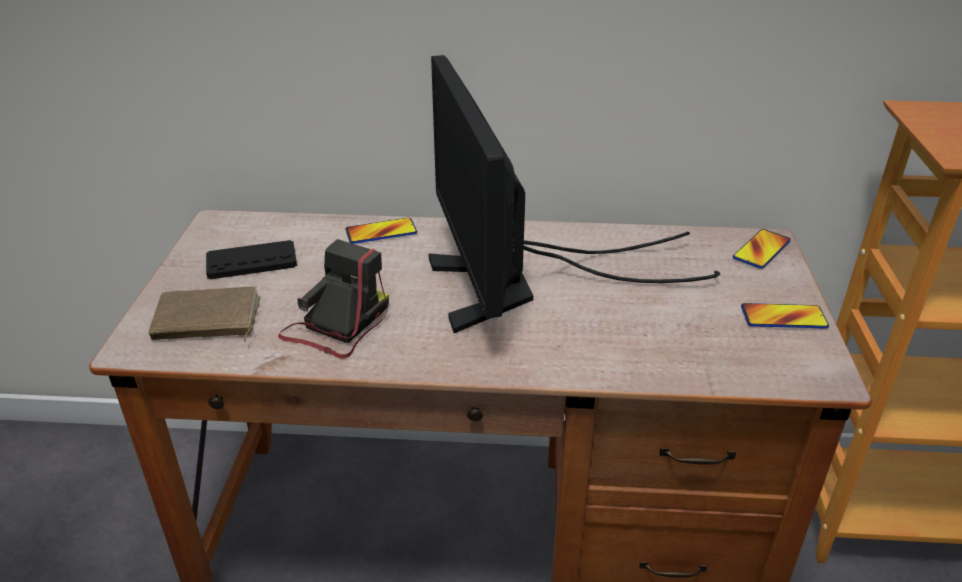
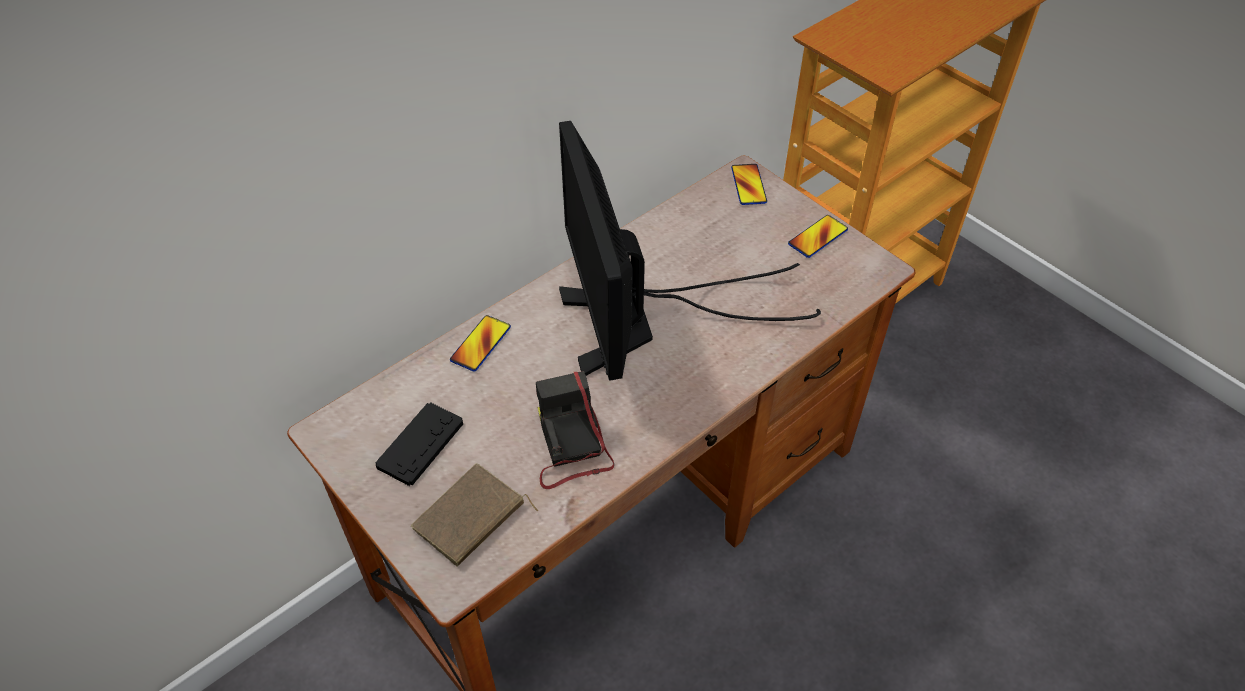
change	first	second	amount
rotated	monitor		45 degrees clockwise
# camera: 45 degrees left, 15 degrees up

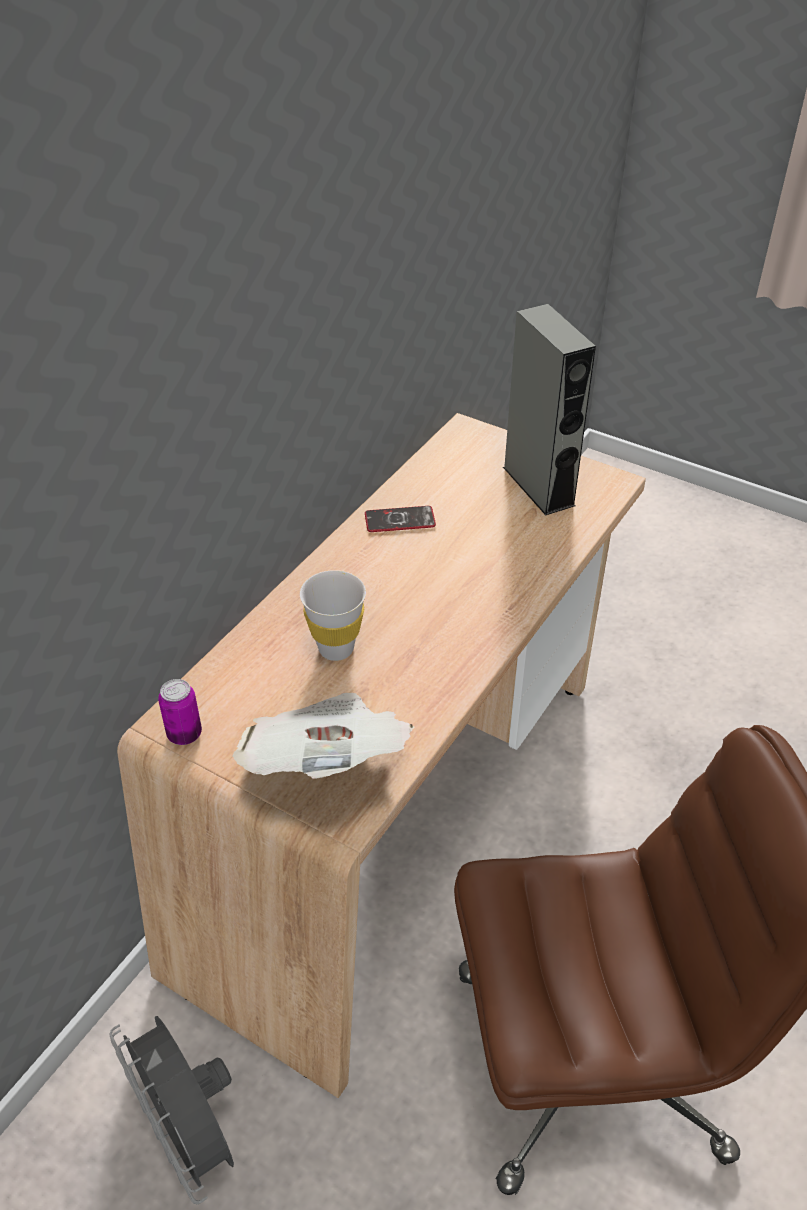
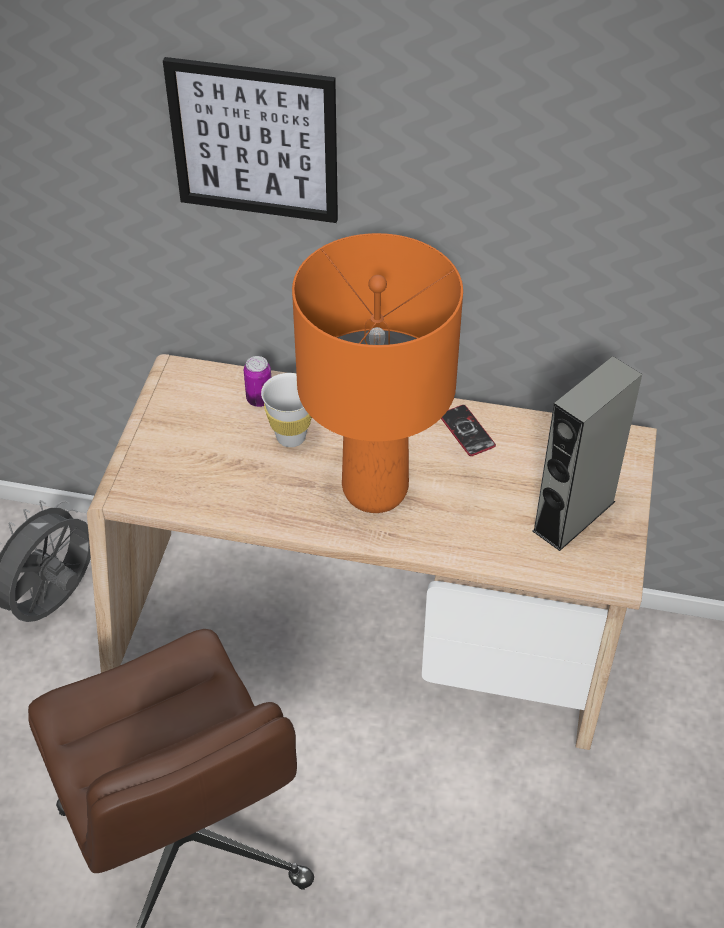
change	first	second	amount
new		picture	
shifted	can		
new		table lamp (orange)	
gone	newspaper		
# camera: 70 degrees right, 5 degrees up

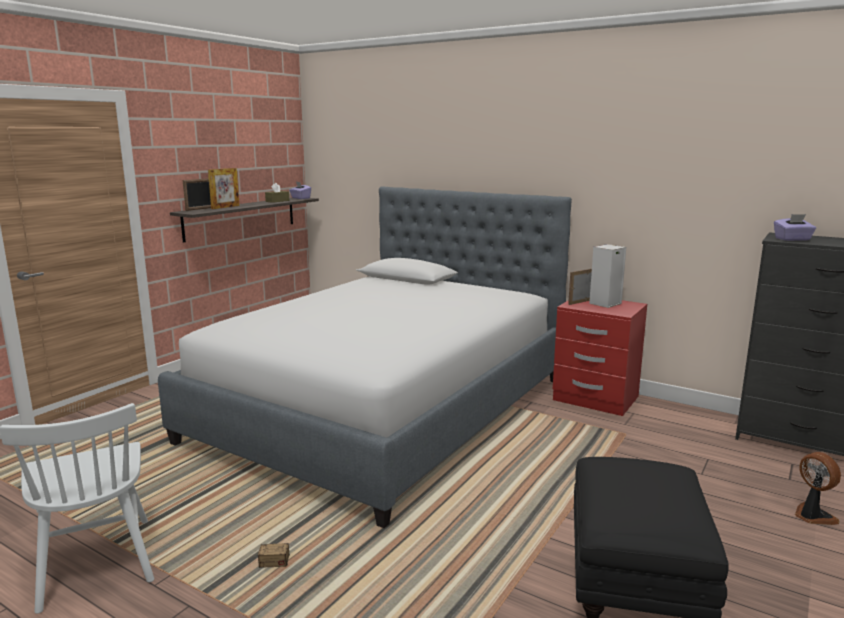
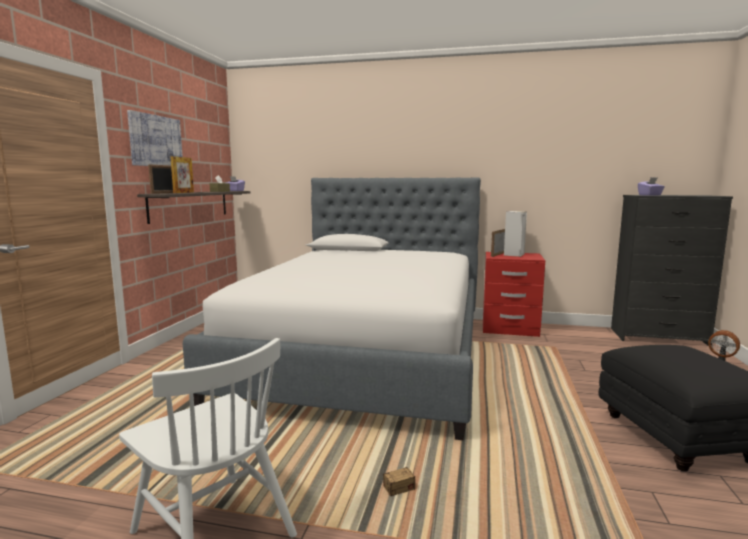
change	first	second	amount
new		picture	
# camera: 20 degrees left, 5 degrees down

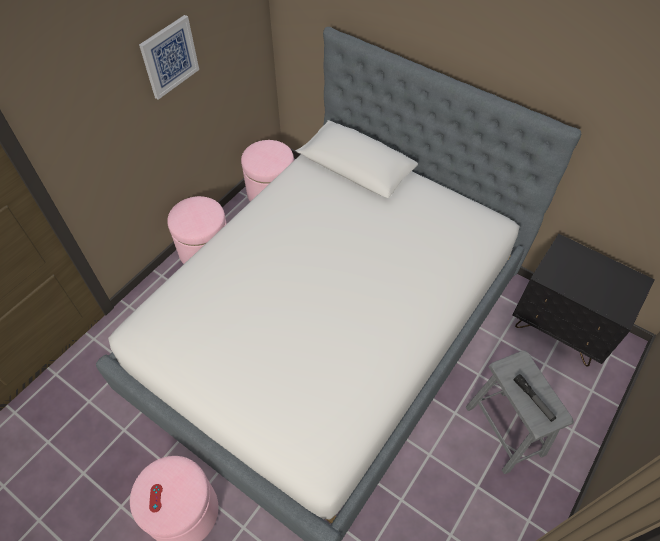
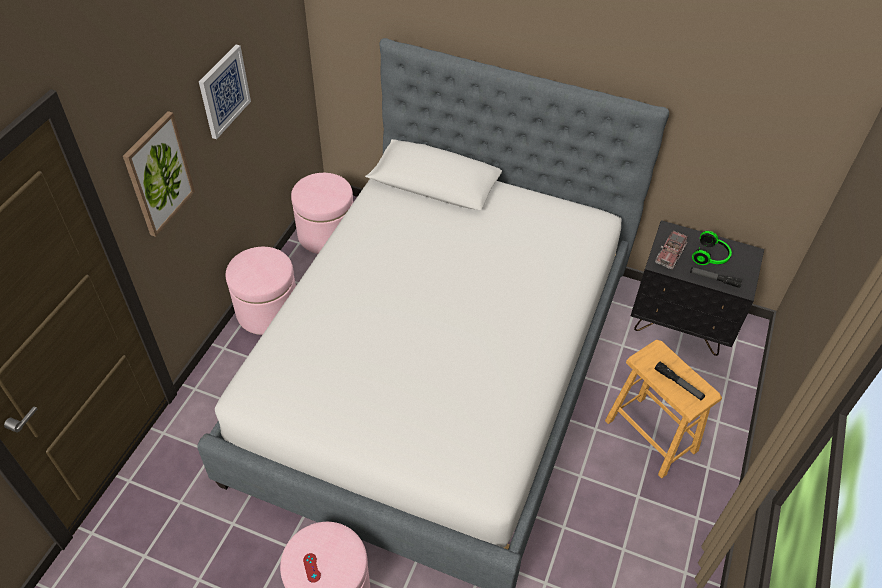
change	first	second	amount
new		picture (no. 1 from left)	
repainted	stool (grey)	stool (brown)	
new		toy truck	
new		flashlight (no. 2 from left)	
new		headphones	
# camera: 15 degrees left, 5 degrees down

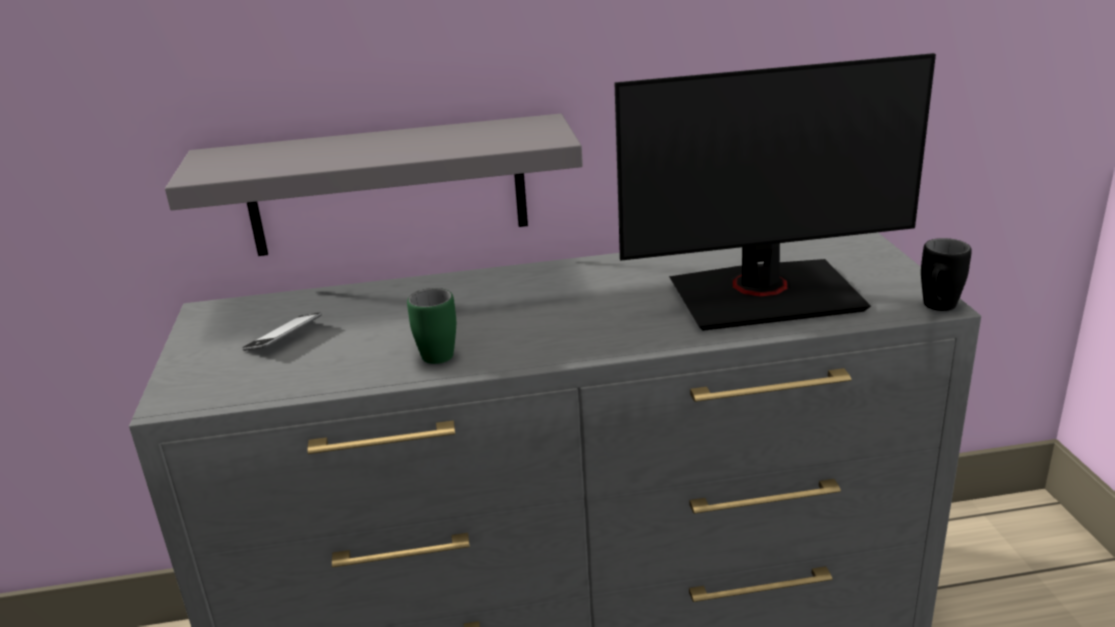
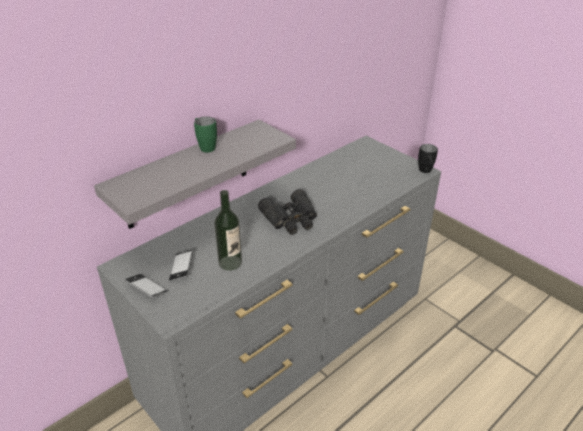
change	first	second	amount
new		phone (no. 1 from left)	
shifted	mug (green)		
new		bottle	
new		binoculars (black)	
gone	monitor		
# camera: 35 degrees left, 10 degrees up

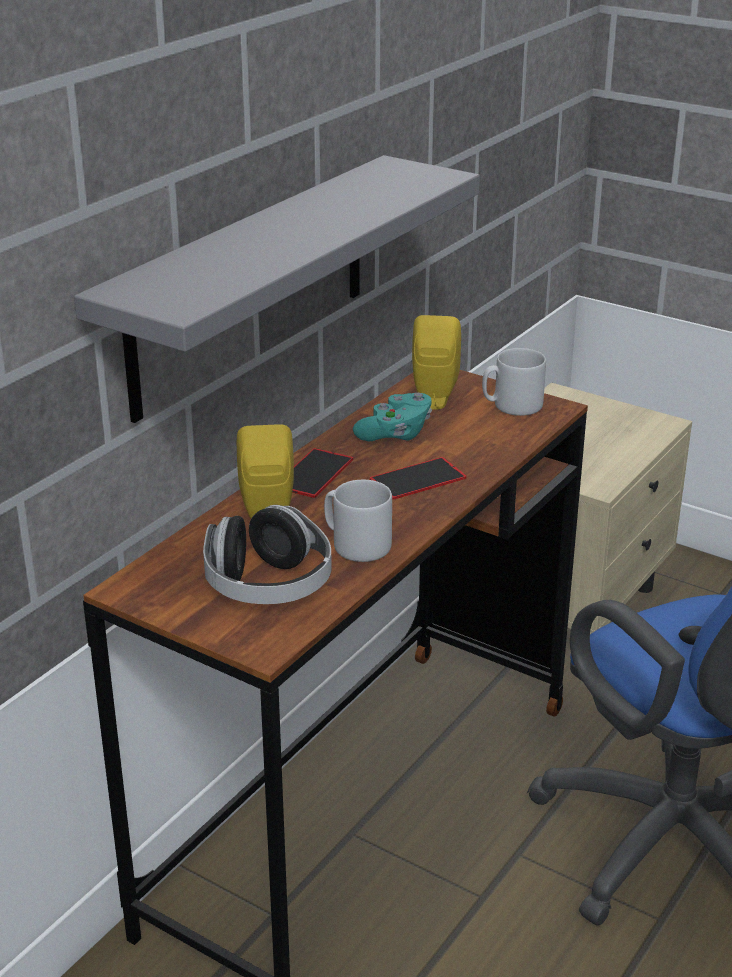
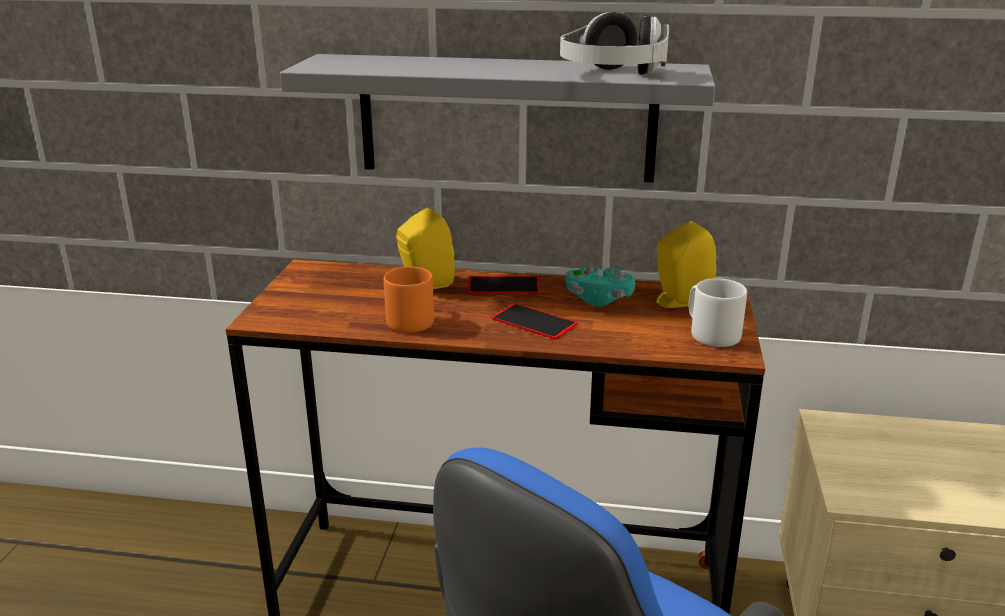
change	first	second	amount
repainted	mug (grey) (no. 1 from left)	mug (orange)	
shifted	headphones		
# camera: 65 degrees right, 5 degrees down

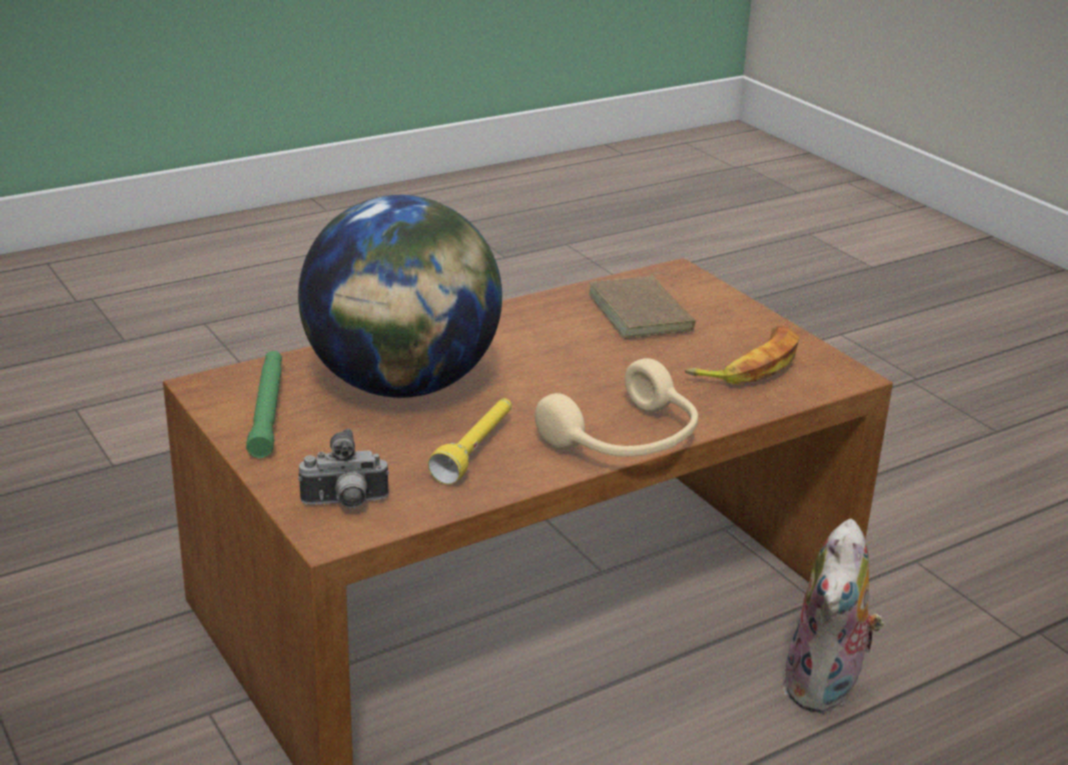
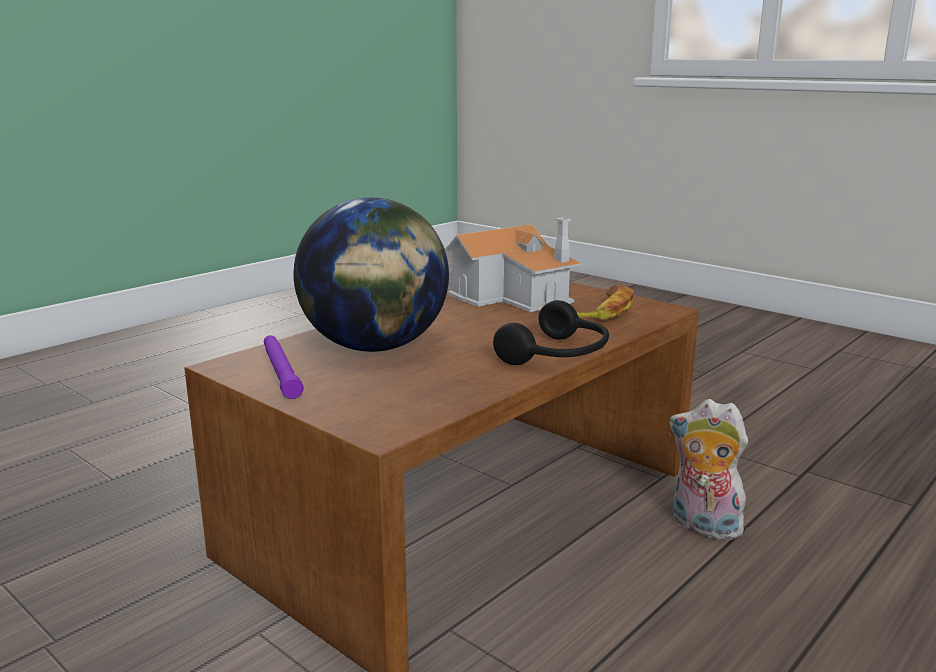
change	first	second	amount
repainted	flashlight (green)	flashlight (purple)	
swapped	book (brown)	toy house	
repainted	headphones (beige)	headphones (black)	
rotated	plush toy		120 degrees clockwise
gone	photo camera		
gone	flashlight (yellow)		
# camera: 15 degrees left, 10 degrees down

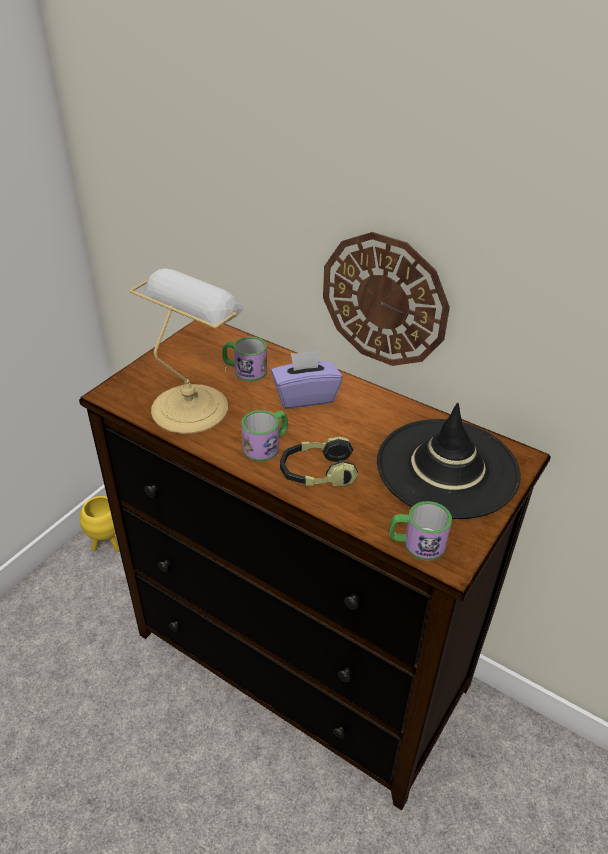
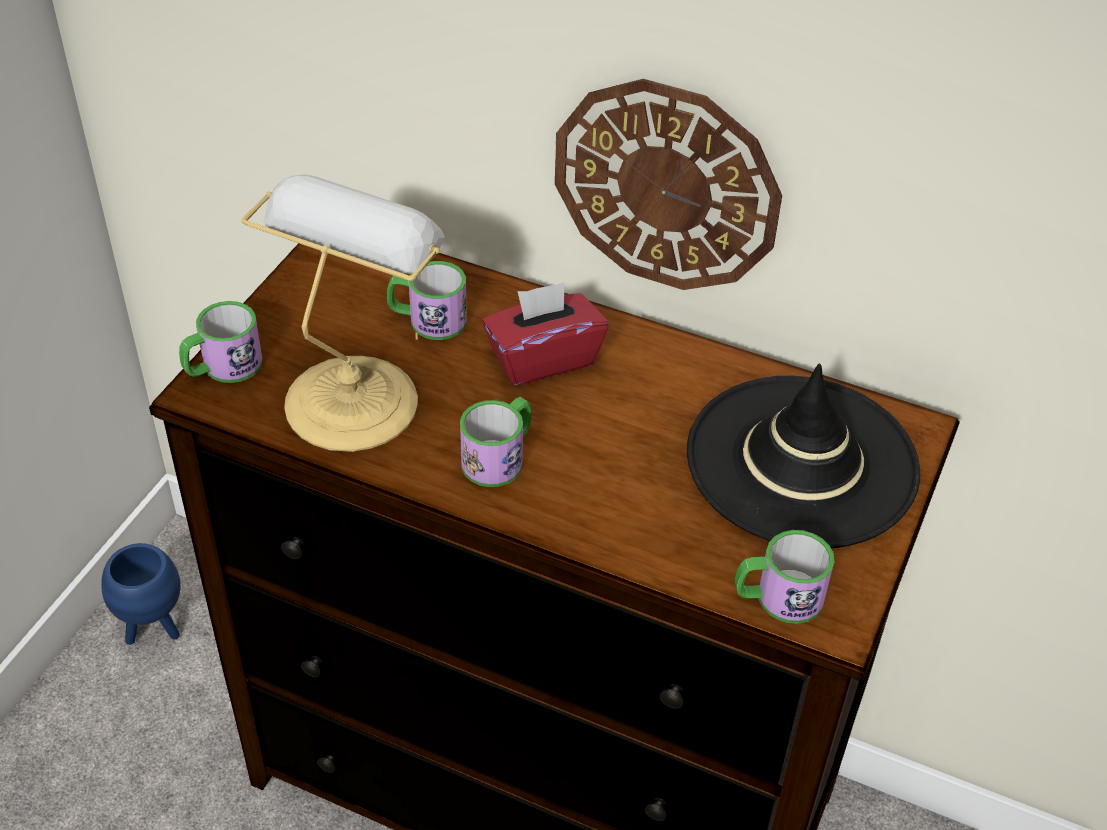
change	first	second	amount
repainted	planter (yellow)	planter (blue)	
new		mug (no. 1 from left)	
repainted	tissue box (purple)	tissue box (red)	
gone	headphones		
# camera: 10 degrees left, 5 degrees up

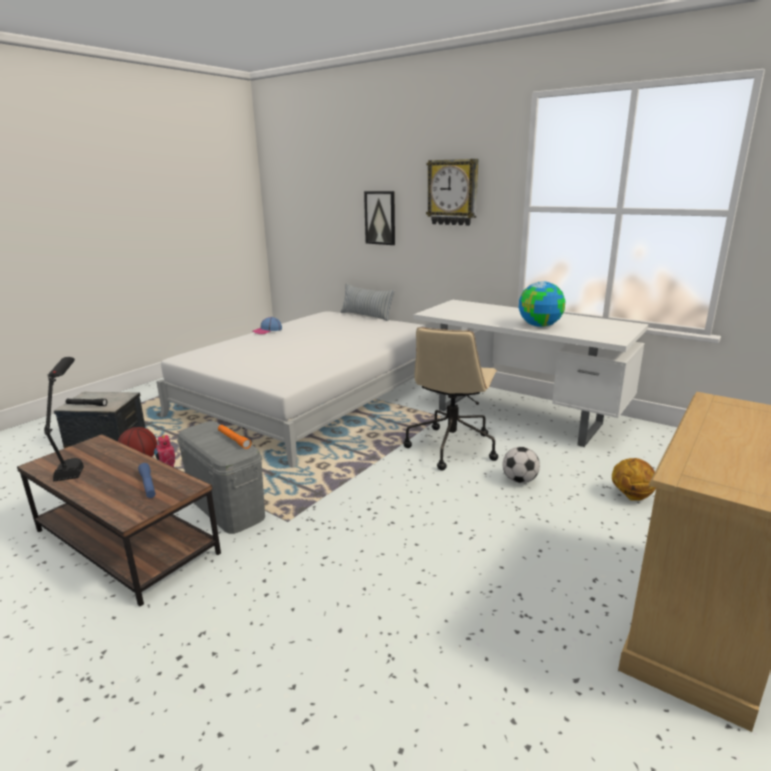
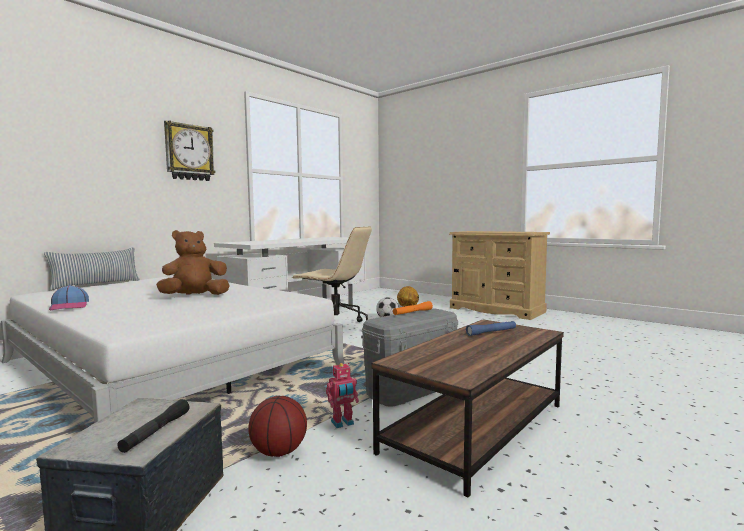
change	first	second	amount
new		plush toy (brown)	
gone	table lamp (black)		
gone	picture		
gone	globe		
# camera: 85 degrees left, 15 degrees down

